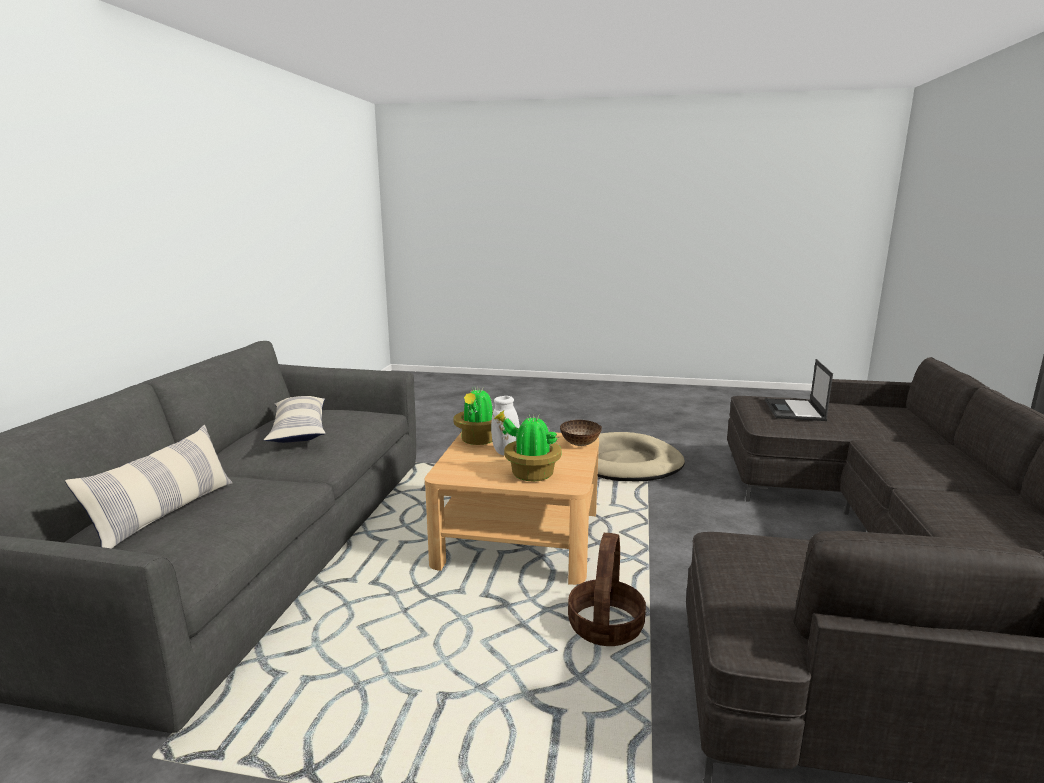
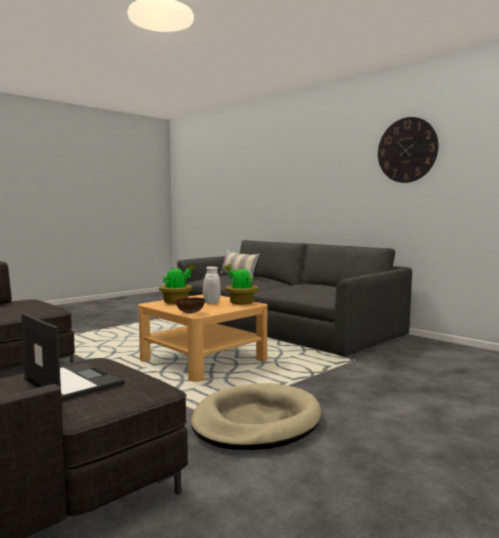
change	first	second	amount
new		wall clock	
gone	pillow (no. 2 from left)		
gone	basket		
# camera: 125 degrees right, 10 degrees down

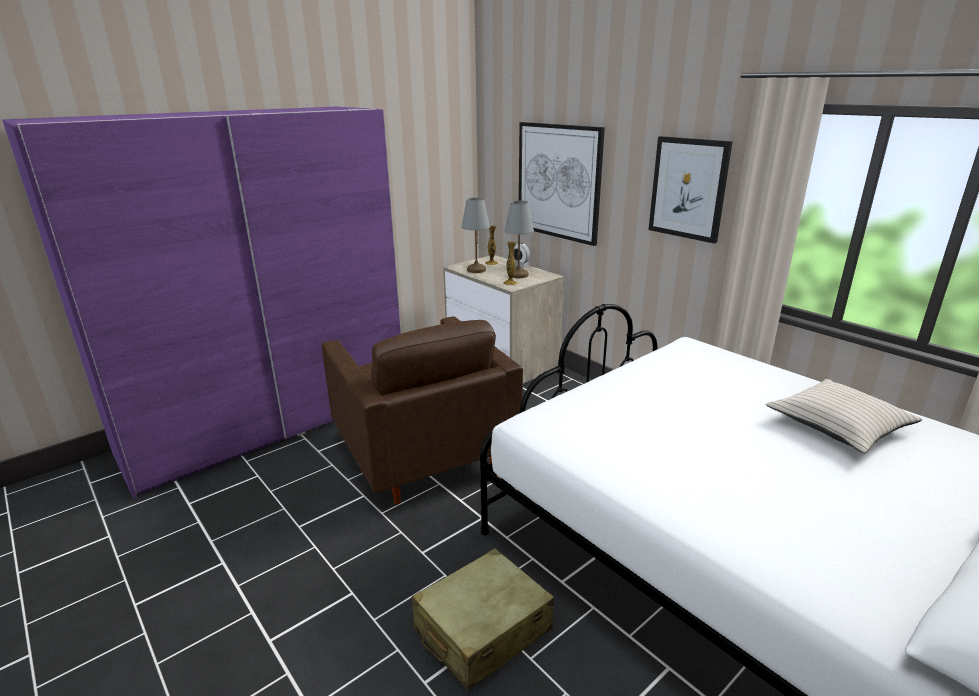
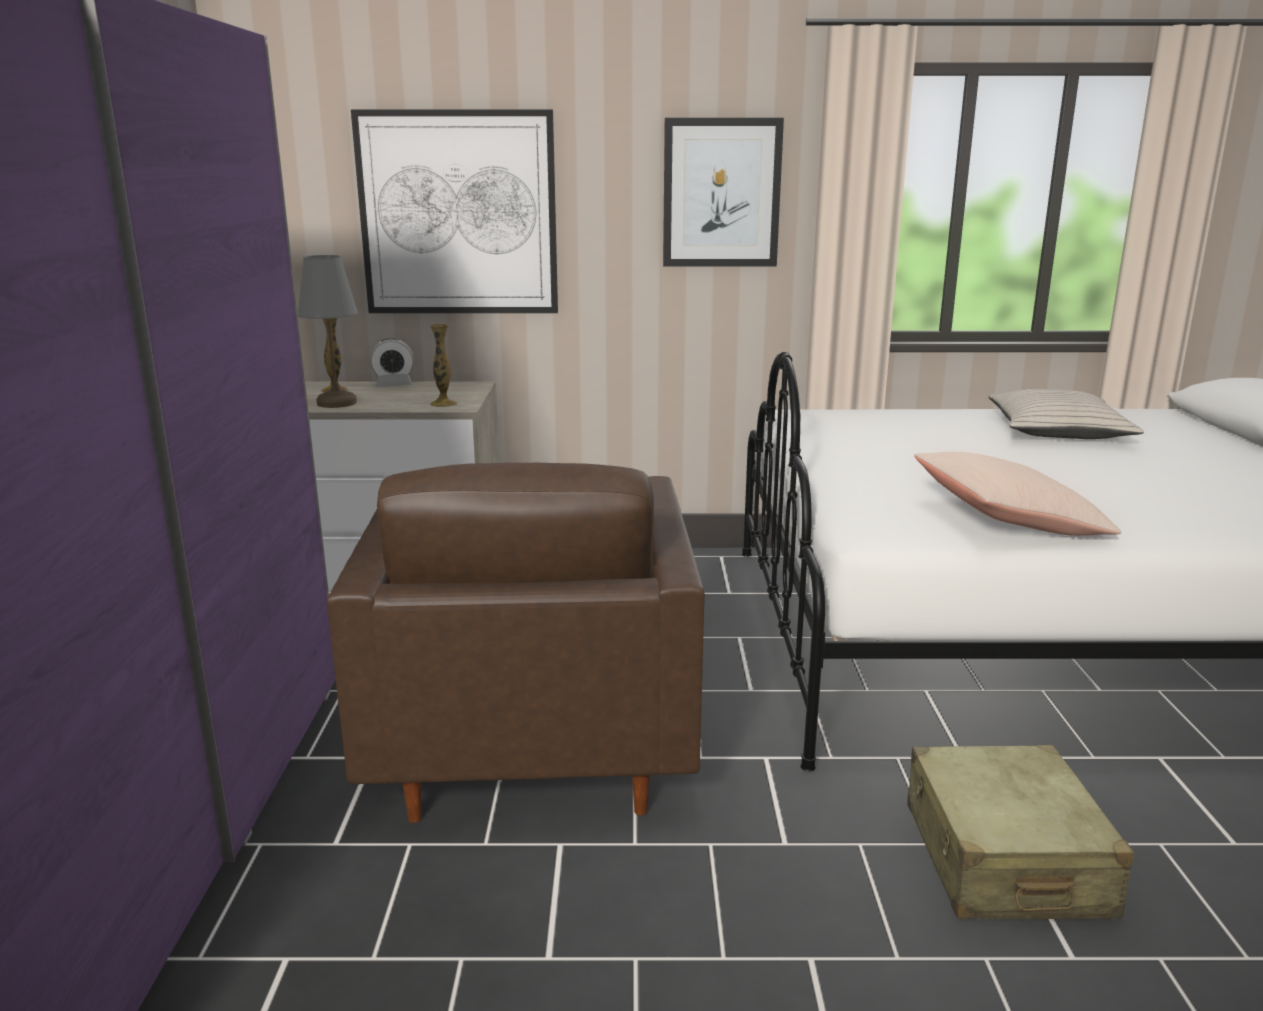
change	first	second	amount
rotated	armchair (brown)		75 degrees clockwise
new		pillow (beige) (no. 1 from left)	
gone	table lamp (grey) (no. 2 from left)		
# camera: 50 degrees left, 5 degrees down

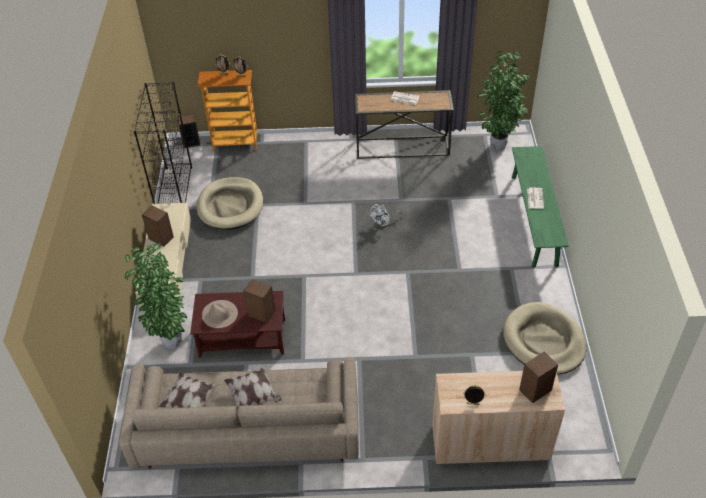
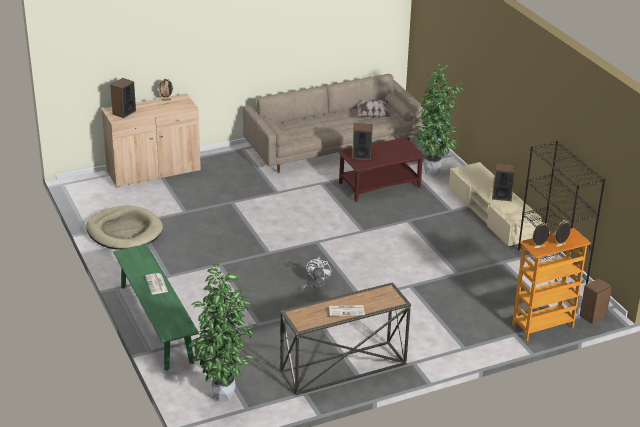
change	first	second	amount
gone	dog bed (beige) (no. 1 from left)		
gone	hat (beige)		
gone	pillow (no. 2 from left)		
# camera: 155 degrees right, 15 degrees down

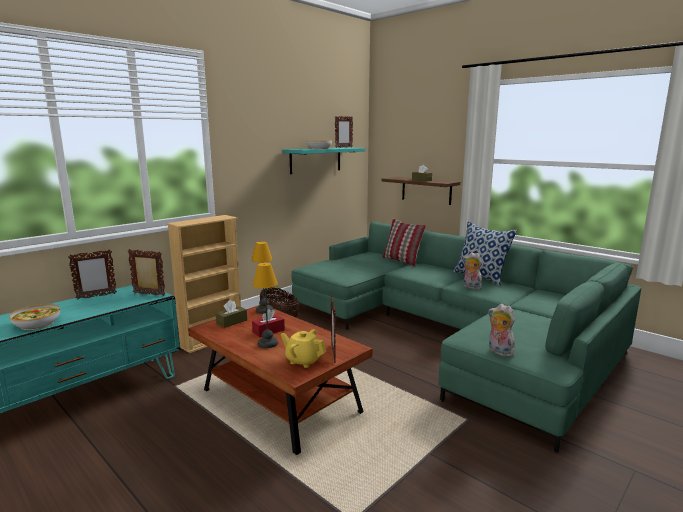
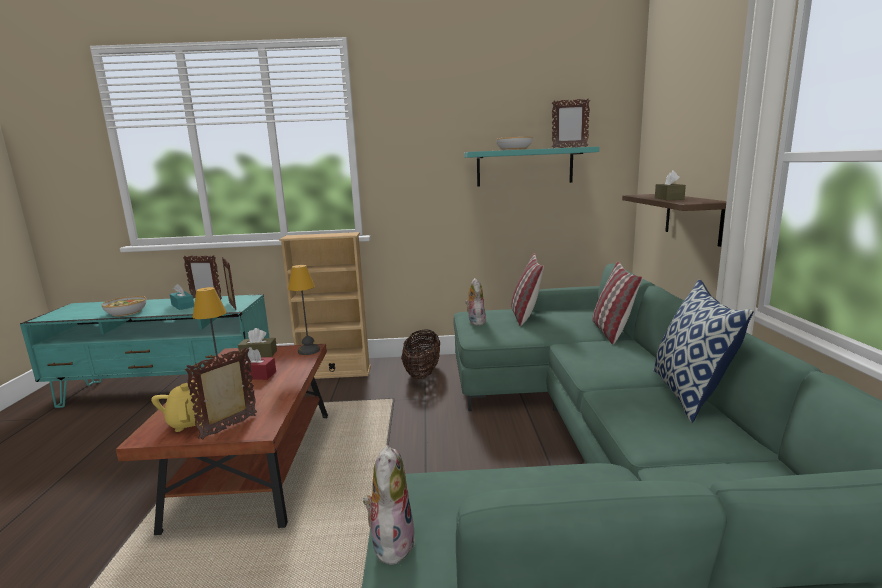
change	first	second	amount
new		tissue box (turquoise)	
shifted	plush toy (no. 1 from left in the first image)	plush toy (no. 2 from left)	
new		pillow (no. 1 from left)	
# camera: 45 degrees right, 0 degrees up

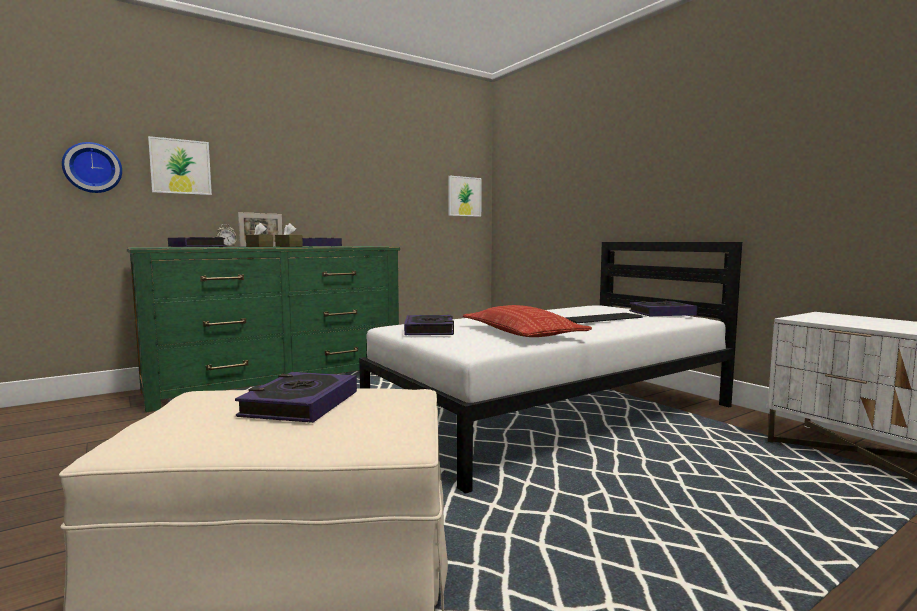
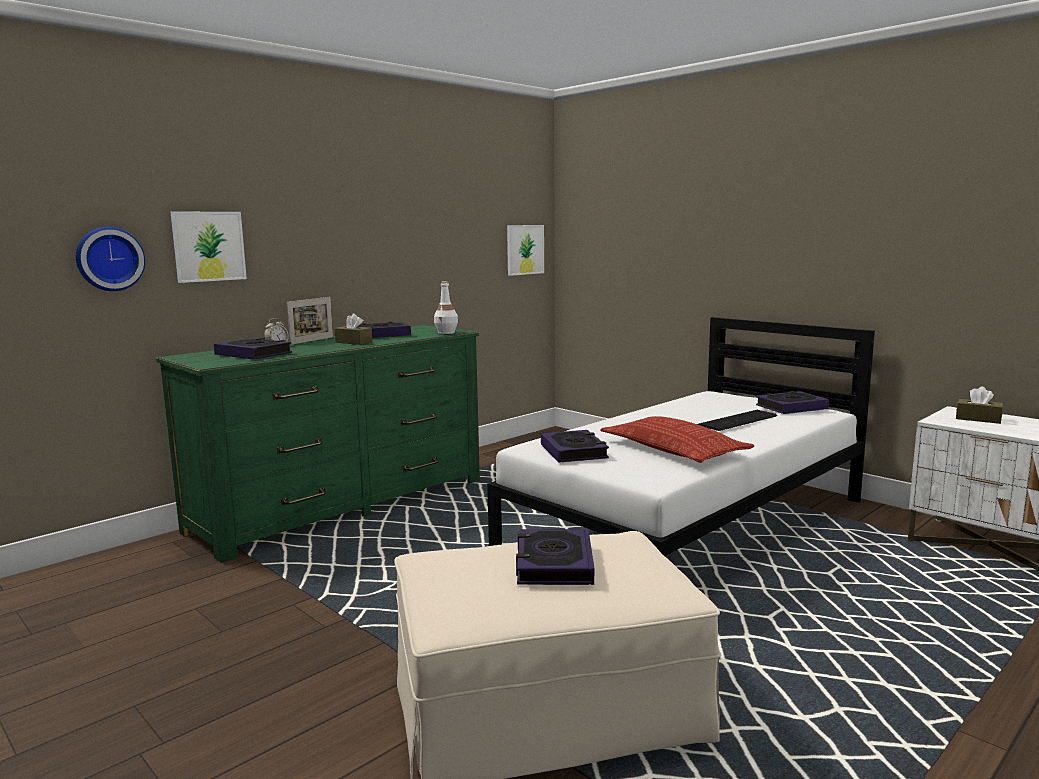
change	first	second	amount
new		bottle (white)	
shifted	tissue box (brown) (no. 1 from left in the first image)	tissue box (brown) (no. 2 from left)	
# camera: 10 degrees left, 5 degrees up

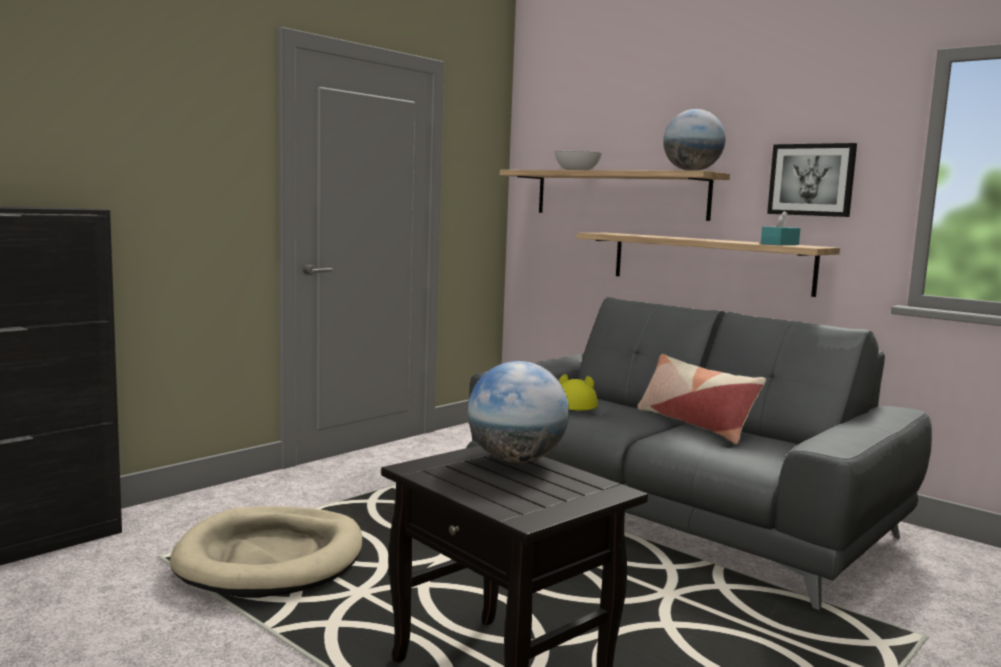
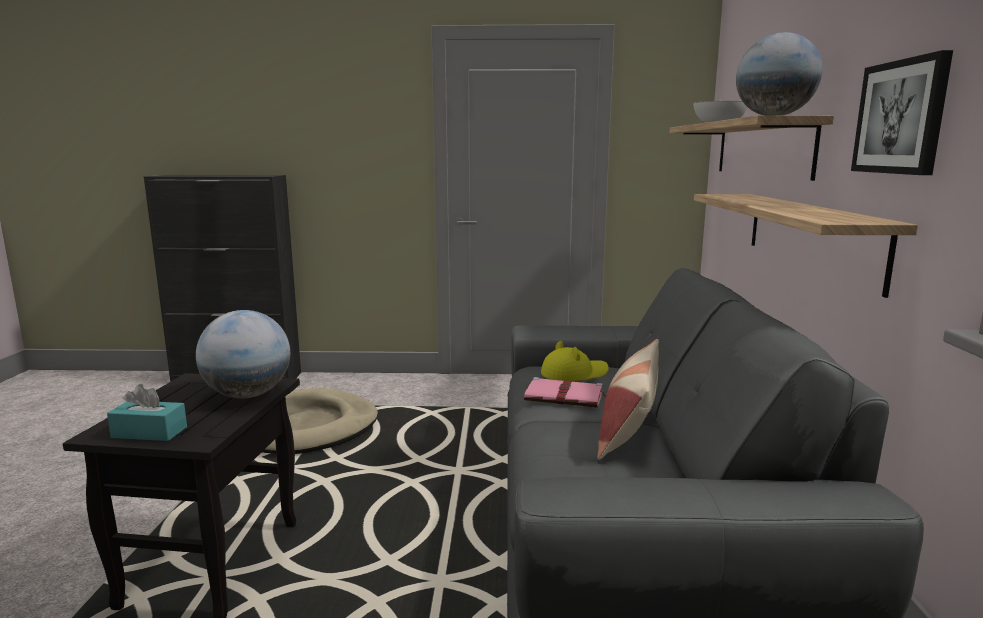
change	first	second	amount
shifted	tissue box (turquoise)		
new		book (pink)	
# camera: 50 degrees right, 5 degrees up

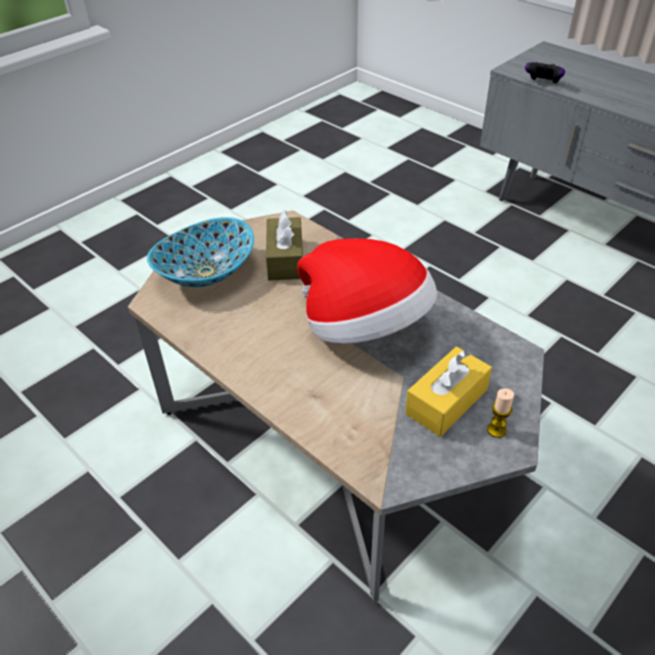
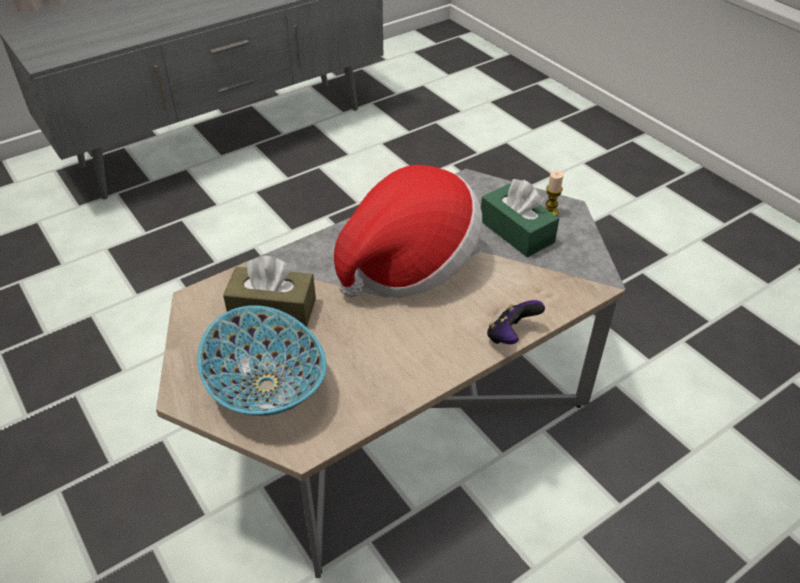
change	first	second	amount
repainted	tissue box (yellow)	tissue box (green)	
shifted	game controller		
# camera: 80 degrees left, 0 degrees up

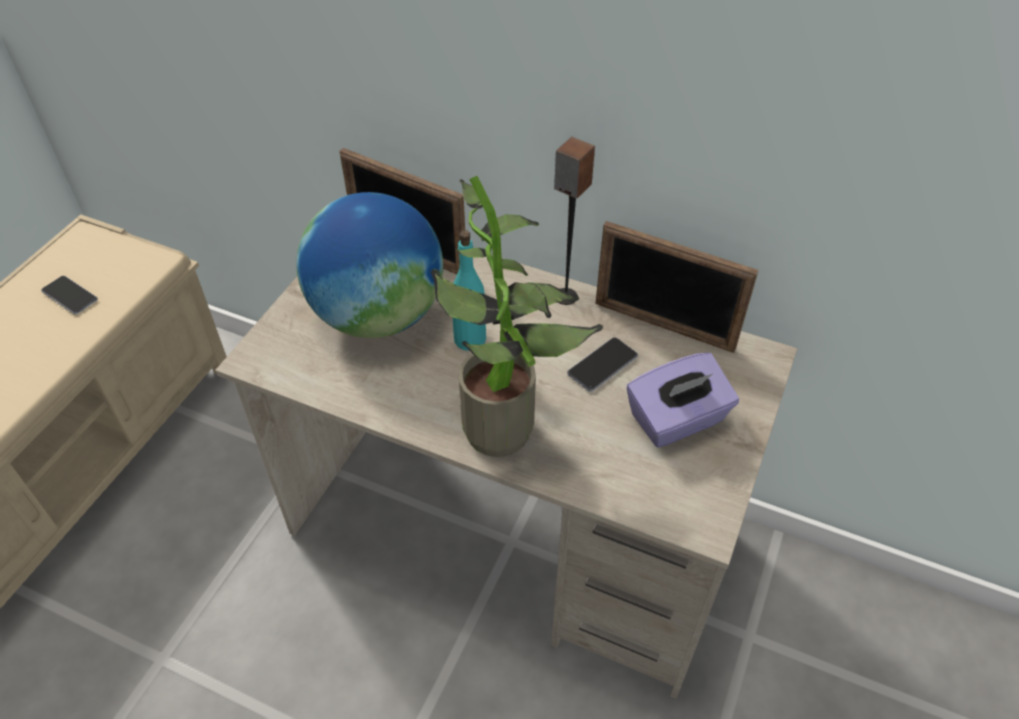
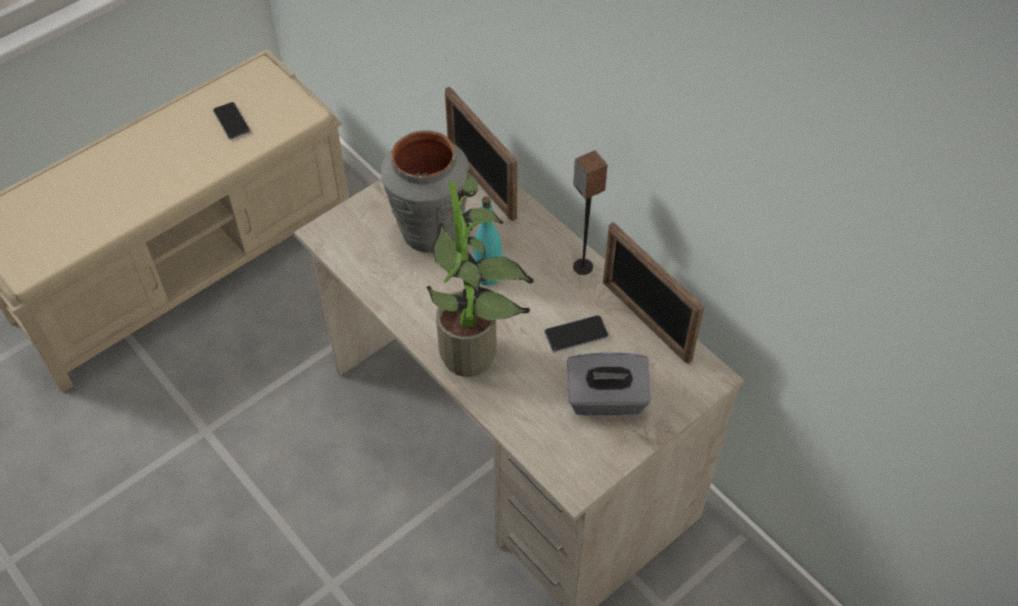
change	first	second	amount
swapped	globe	vase (grey)	
repainted	tissue box (purple)	tissue box (grey)	
# camera: 25 degrees right, 5 degrees up

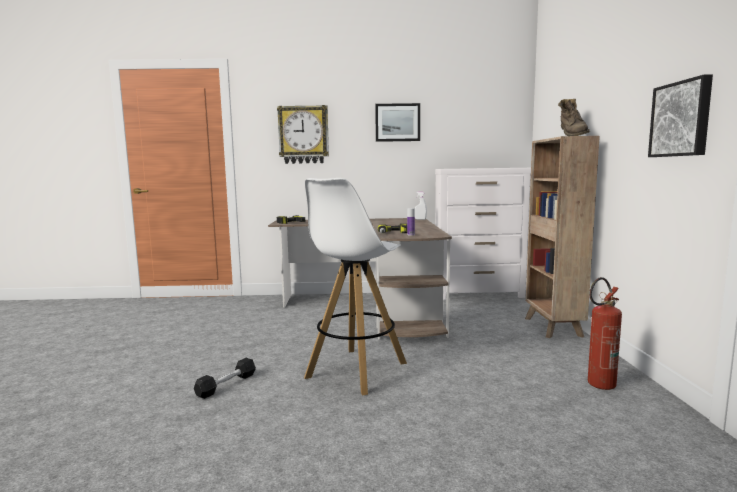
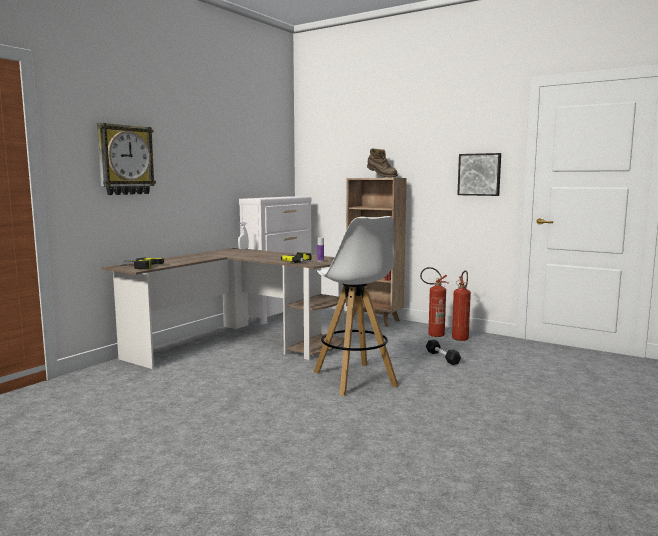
change	first	second	amount
new		fire extinguisher (no. 1 from left)	
shifted	dumbbell (black)		
gone	picture (no. 1 from left)		
# camera: 55 degrees left, 0 degrees up

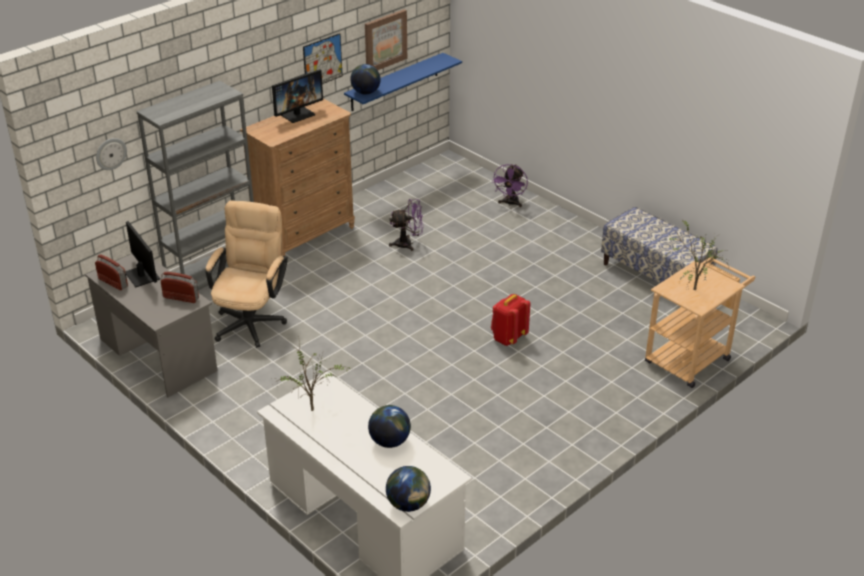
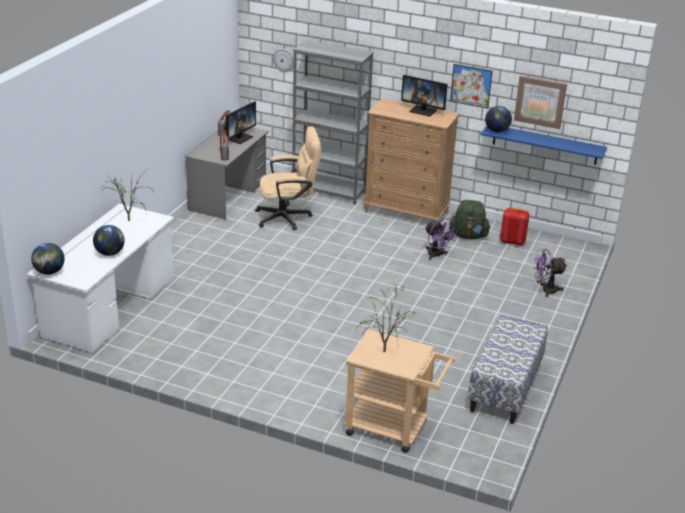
change	first	second	amount
new		backpack (green)	
shifted	backpack (red)		
# camera: 65 degrees right, 5 degrees down

